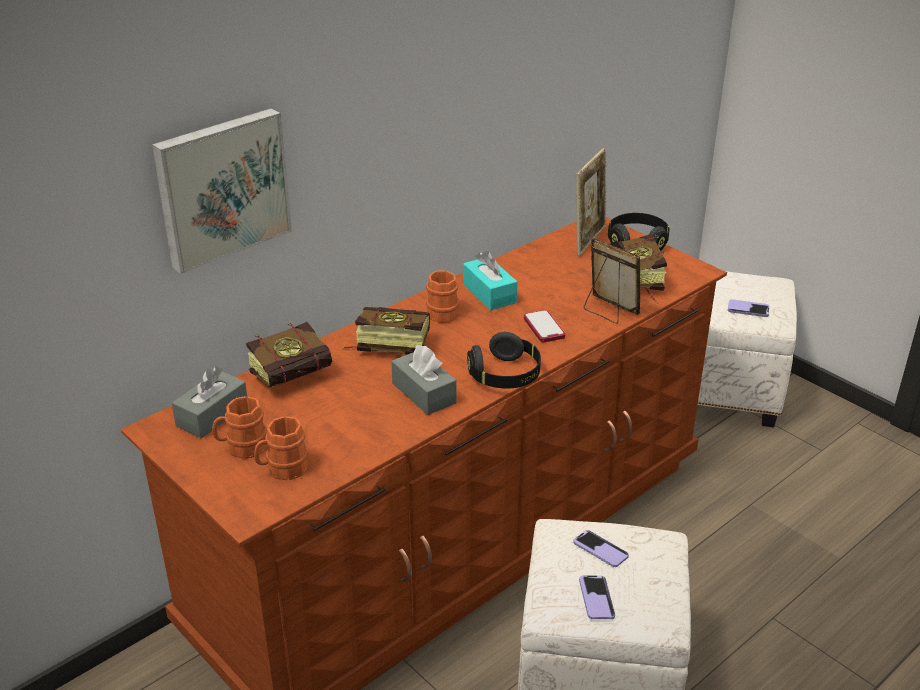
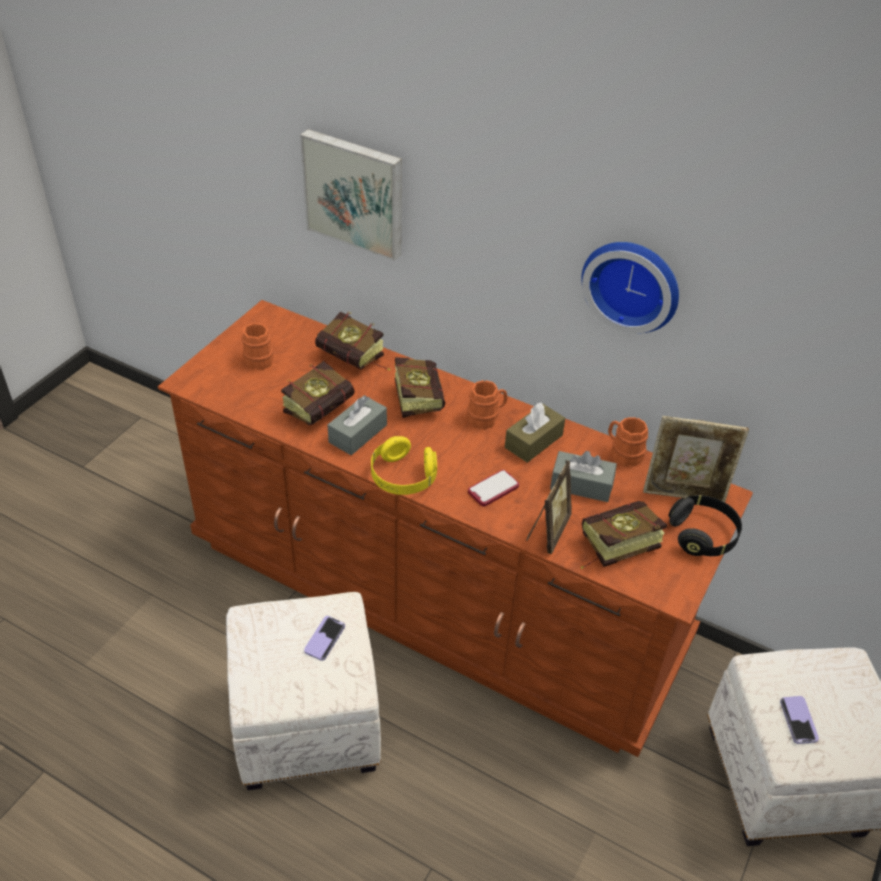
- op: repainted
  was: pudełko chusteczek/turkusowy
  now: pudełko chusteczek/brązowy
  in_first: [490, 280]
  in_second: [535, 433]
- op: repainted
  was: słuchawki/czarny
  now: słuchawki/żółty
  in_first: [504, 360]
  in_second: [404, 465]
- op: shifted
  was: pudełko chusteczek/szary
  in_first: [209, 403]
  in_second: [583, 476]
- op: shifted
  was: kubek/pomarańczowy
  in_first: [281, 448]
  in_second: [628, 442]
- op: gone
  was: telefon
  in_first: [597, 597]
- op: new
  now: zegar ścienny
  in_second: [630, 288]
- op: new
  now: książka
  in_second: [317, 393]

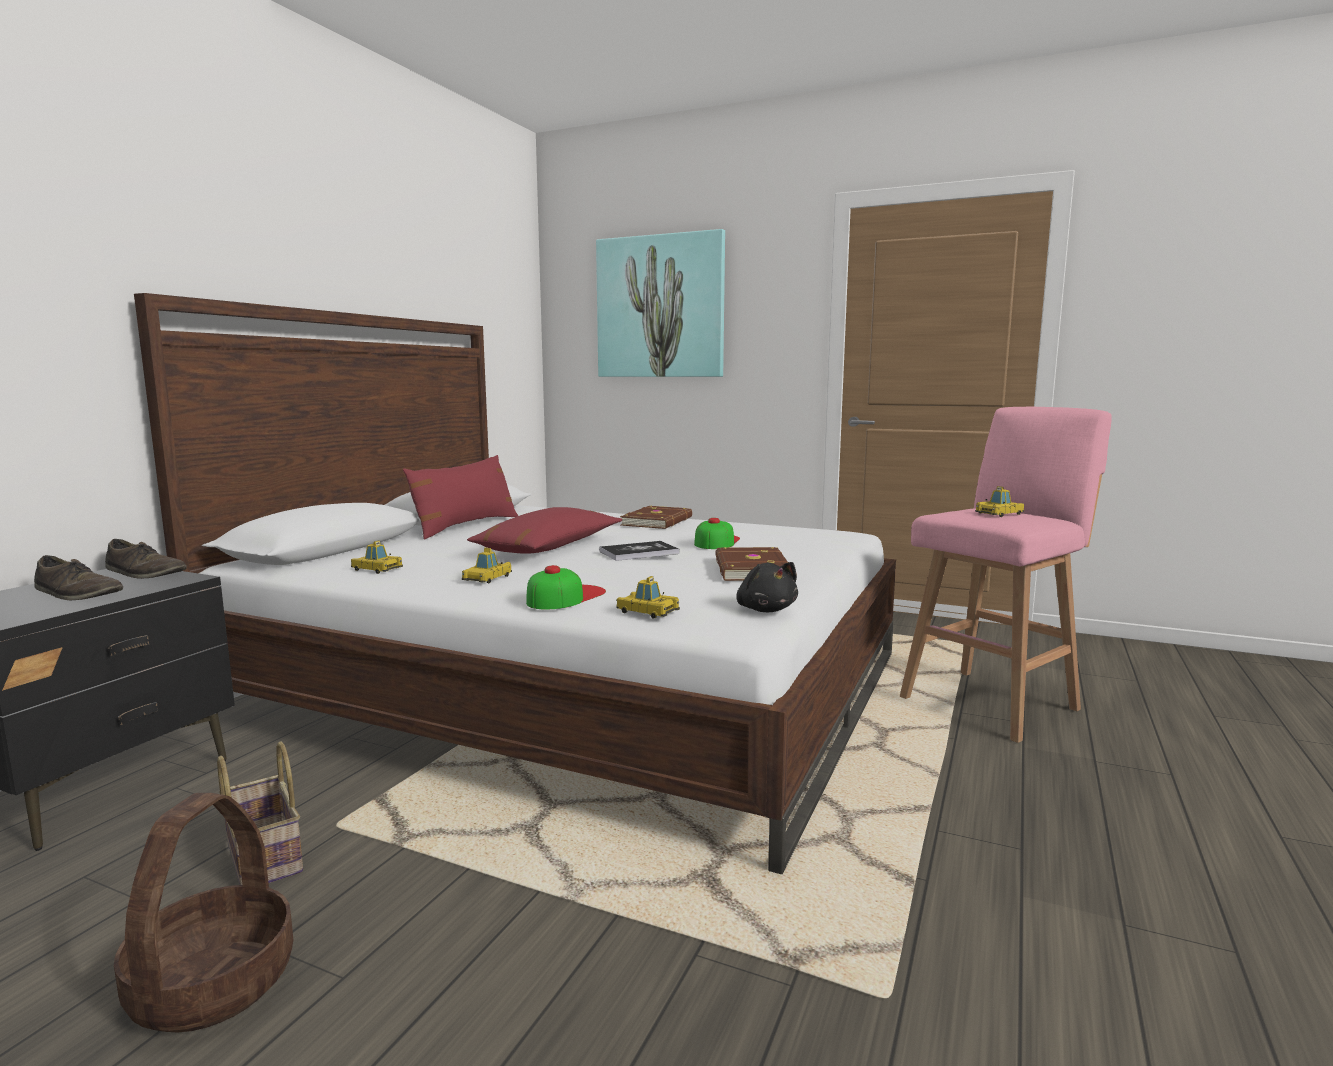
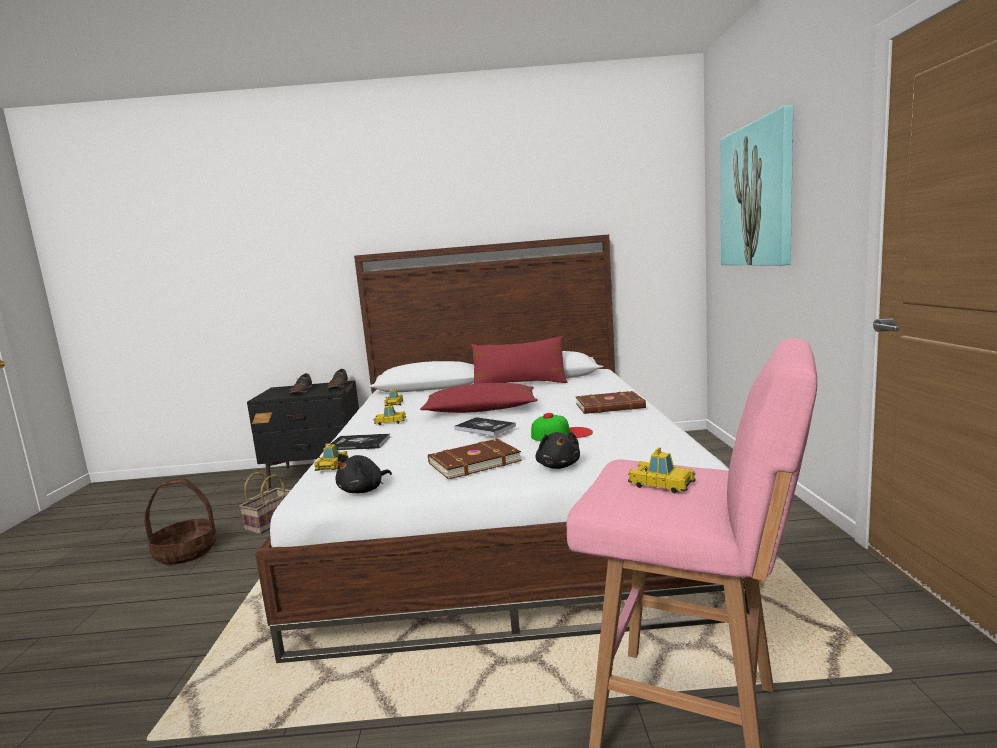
- op: swapped
  was: czapka z daszkiem
  now: książka
  in_first: [566, 587]
  in_second: [360, 442]
- op: new
  now: pluszak/czarny
  in_second: [557, 450]

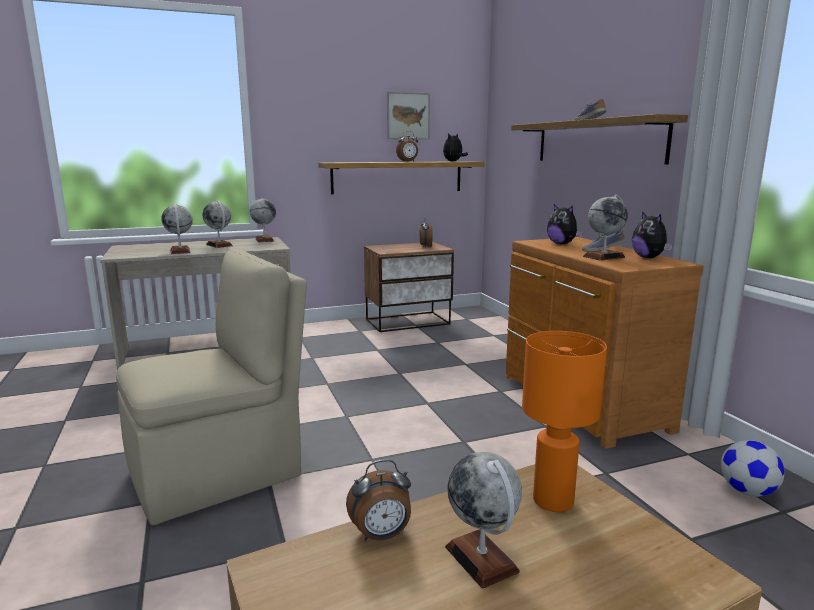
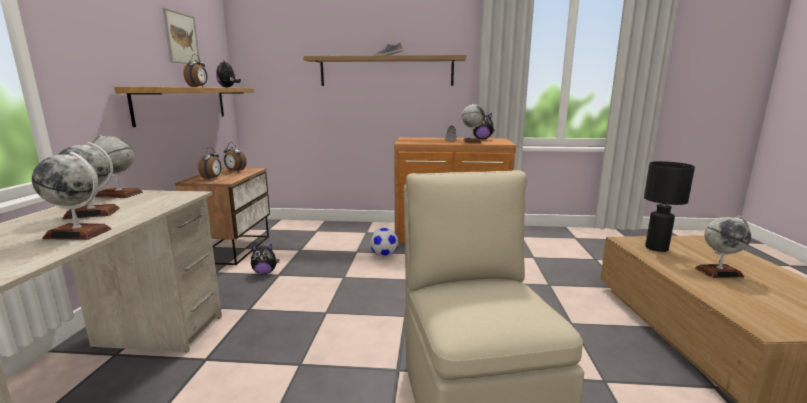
- op: shifted
  was: pluszak
  in_first: [565, 224]
  in_second: [265, 259]
- op: repainted
  was: lampa stołowa/pomarańczowy
  now: lampa stołowa/czarny
  in_first: [564, 421]
  in_second: [669, 206]
- op: shifted
  was: piłka futbolowa
  in_first: [752, 468]
  in_second: [384, 242]
- op: shifted
  was: budzik
  in_first: [378, 500]
  in_second: [210, 163]

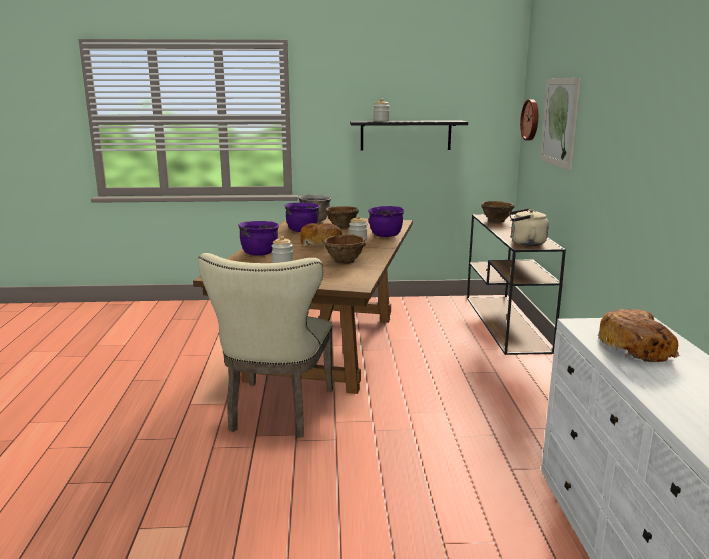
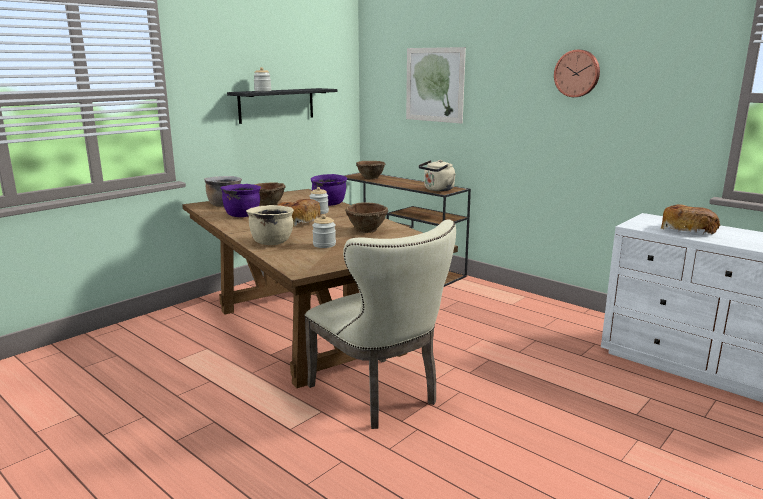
- op: shifted
  was: zegar ścienny
  in_first: [529, 119]
  in_second: [577, 73]
- op: repainted
  was: garnek/fioletowy
  now: garnek/beżowy
  in_first: [258, 238]
  in_second: [270, 225]

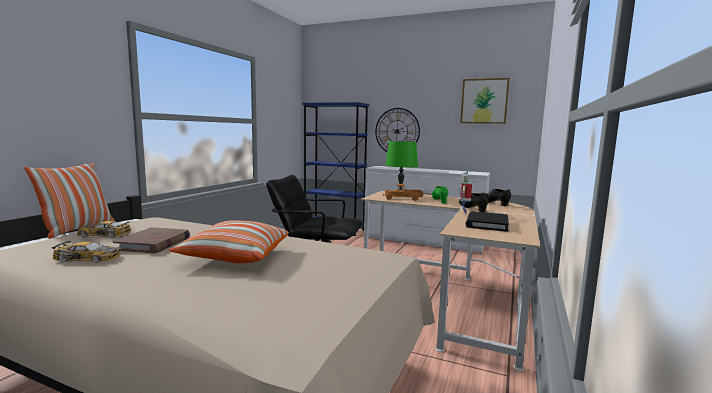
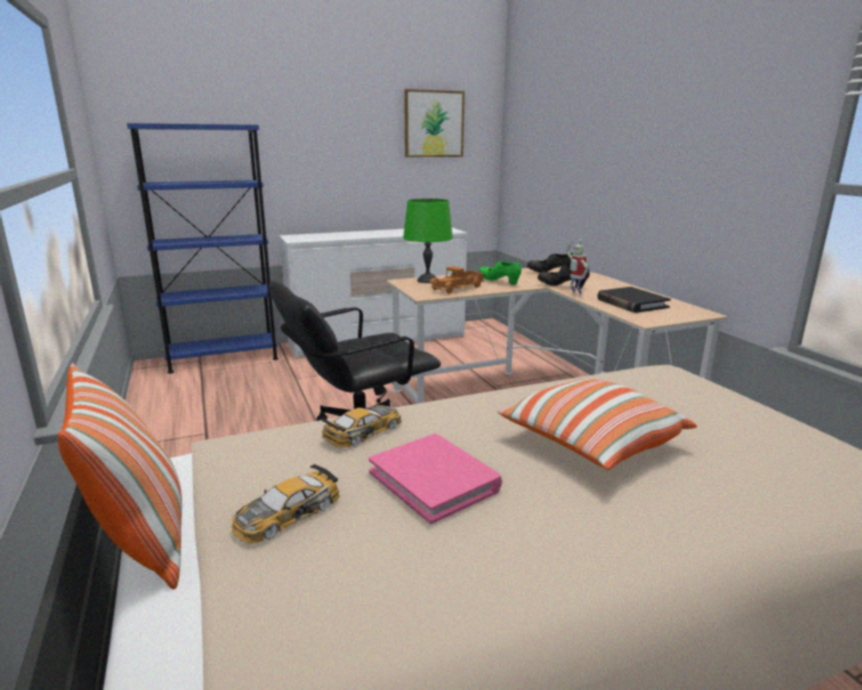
- op: gone
  was: zegar ścienny
  in_first: [397, 130]
- op: repainted
  was: książka/brązowy
  now: książka/różowy
  in_first: [151, 240]
  in_second: [435, 479]
- op: shifted
  was: samochodzik
  in_first: [86, 252]
  in_second: [362, 426]

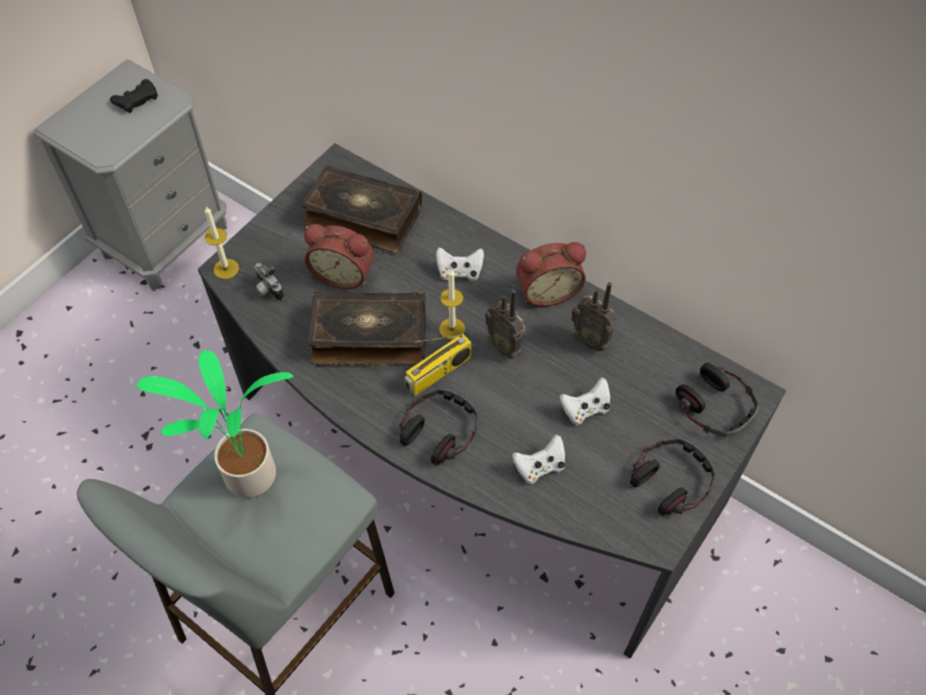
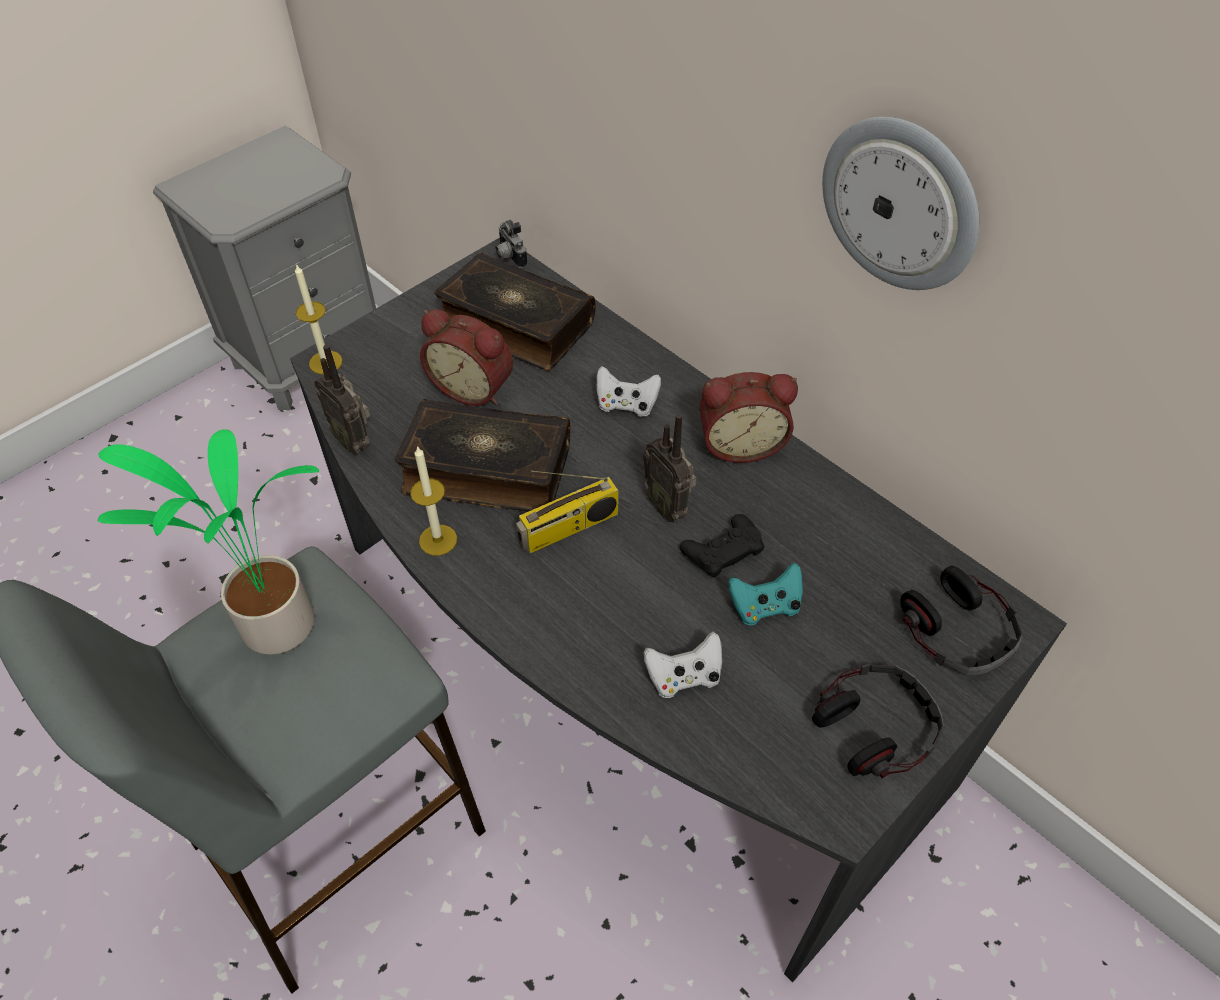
- op: shifted
  was: pad do gier/czarny
  in_first: [134, 96]
  in_second: [722, 546]
- op: shifted
  was: aparat fotograficzny
  in_first: [269, 282]
  in_second: [511, 244]
- op: shifted
  was: świeca
  in_first: [452, 304]
  in_second: [433, 500]
- op: shifted
  was: radio
  in_first: [593, 316]
  in_second: [342, 399]
- op: repainted
  was: pad do gier/biały
  now: pad do gier/turkusowy
  in_first: [584, 401]
  in_second: [765, 594]
- op: gone
  was: słuchawki
  in_first: [438, 427]
- op: new
  now: zegar ścienny
  in_second: [900, 203]

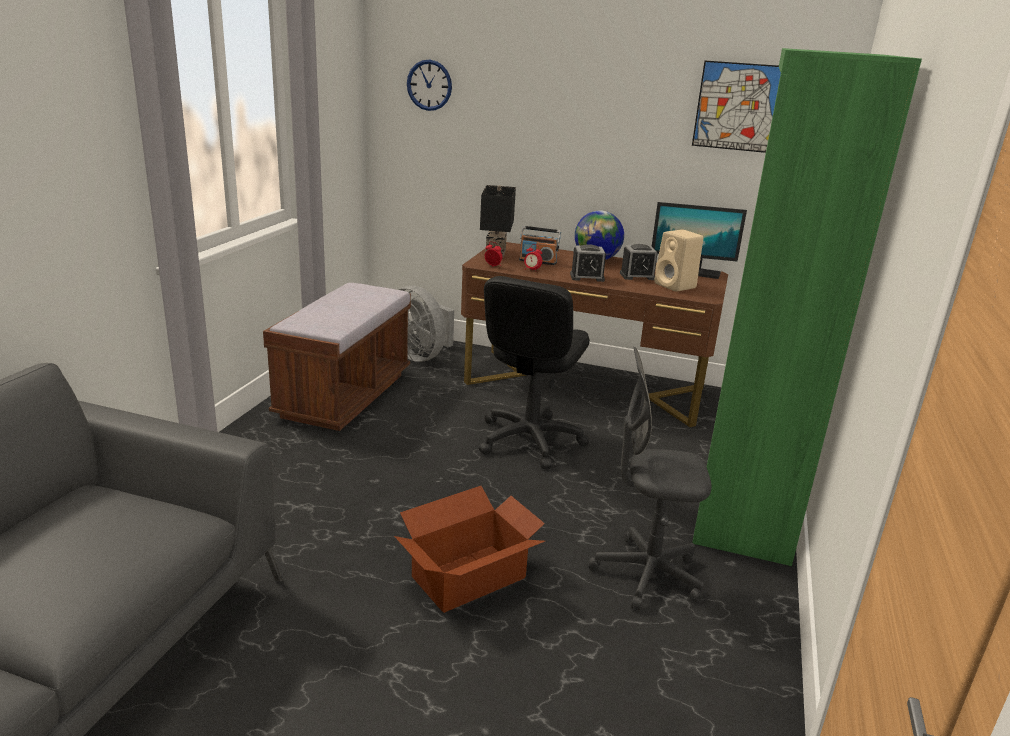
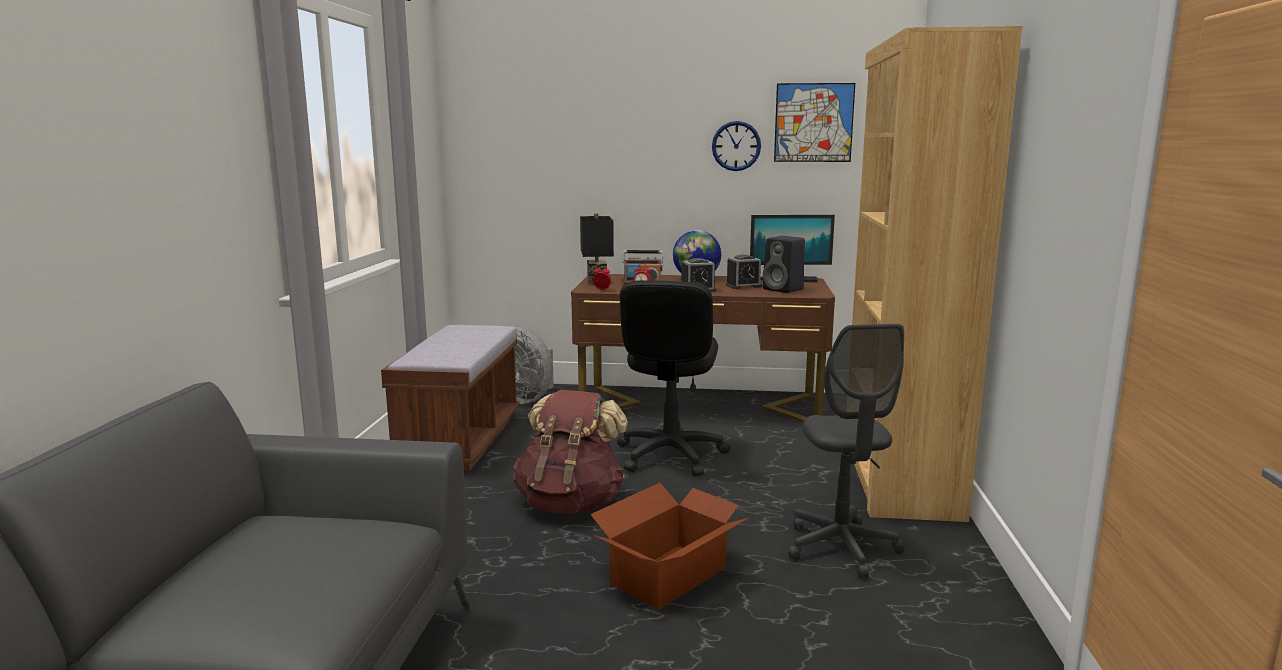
- op: repainted
  was: regał/zielony
  now: regał/brązowy
  in_first: [807, 307]
  in_second: [937, 274]
- op: shifted
  was: zegar ścienny
  in_first: [429, 85]
  in_second: [736, 146]
- op: repainted
  was: głośnik/beżowy
  now: głośnik/czarny
  in_first: [679, 261]
  in_second: [784, 264]
- op: rotated
  was: krzesło biurowe/szary
  in_first: [650, 479]
  in_second: [846, 451]
  clockwise: -90
- op: new
  now: plecak/brązowy
  in_second: [570, 452]

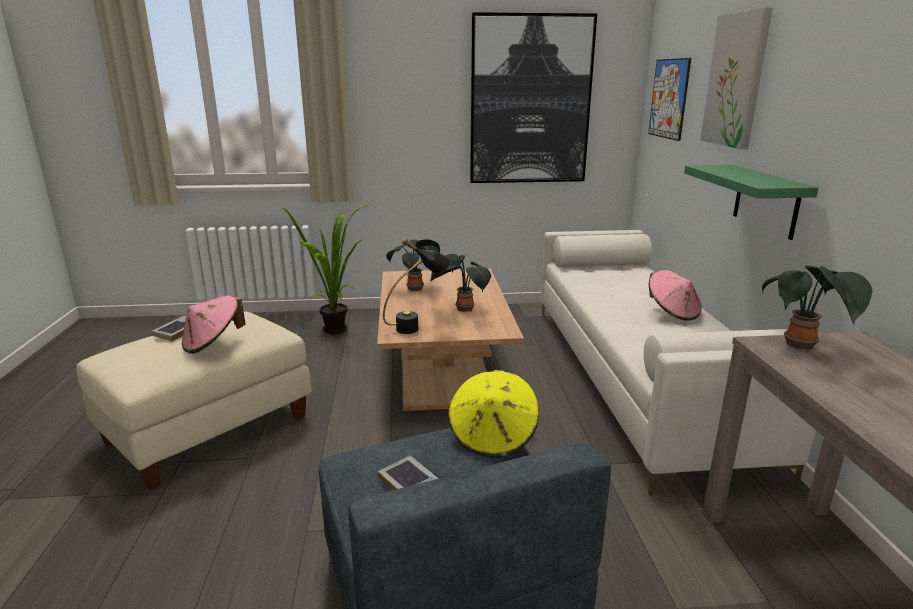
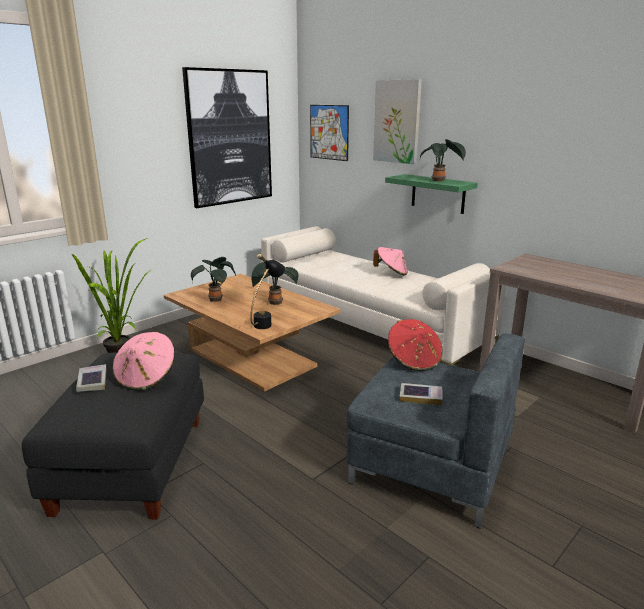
- op: shifted
  was: roślina doniczkowa
  in_first: [817, 307]
  in_second: [443, 160]
- op: repainted
  was: pufa/beżowy
  now: pufa/czarny
  in_first: [194, 400]
  in_second: [113, 436]
- op: repainted
  was: kapelusz/żółty
  now: kapelusz/czerwony
  in_first: [493, 414]
  in_second: [415, 345]

